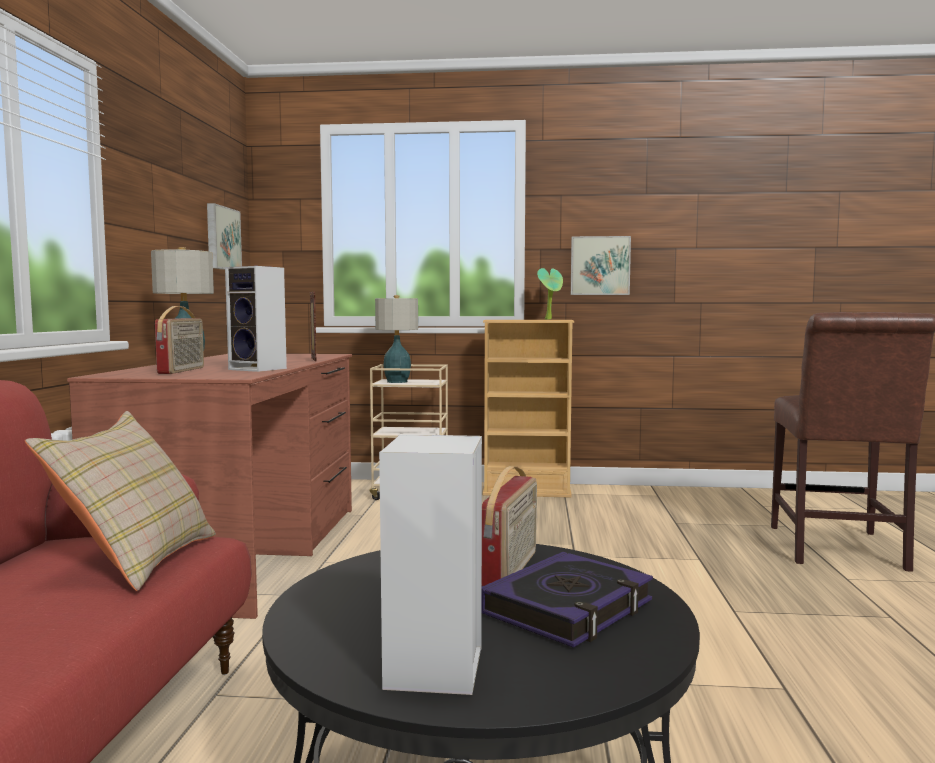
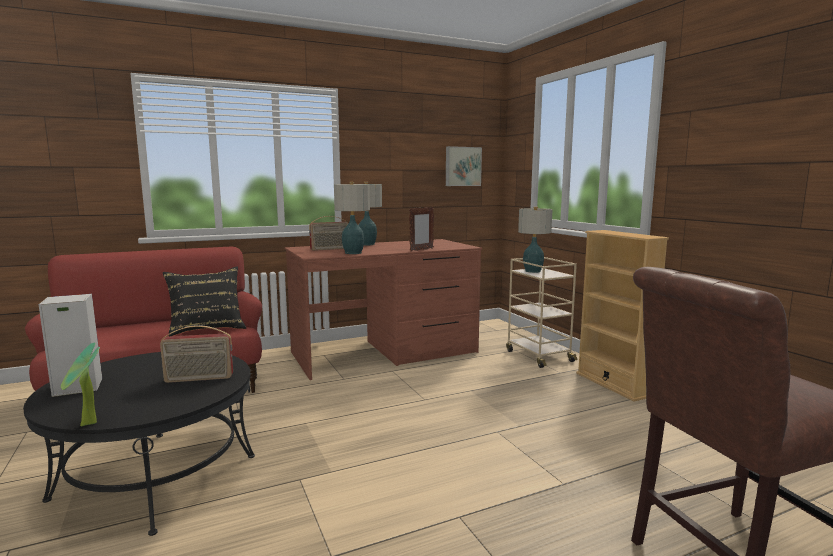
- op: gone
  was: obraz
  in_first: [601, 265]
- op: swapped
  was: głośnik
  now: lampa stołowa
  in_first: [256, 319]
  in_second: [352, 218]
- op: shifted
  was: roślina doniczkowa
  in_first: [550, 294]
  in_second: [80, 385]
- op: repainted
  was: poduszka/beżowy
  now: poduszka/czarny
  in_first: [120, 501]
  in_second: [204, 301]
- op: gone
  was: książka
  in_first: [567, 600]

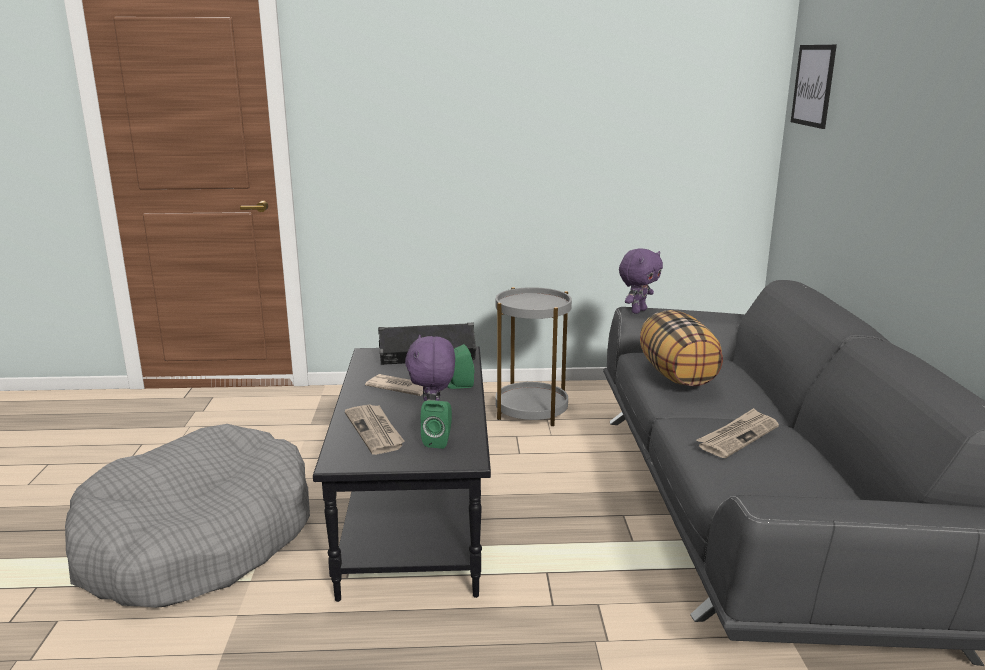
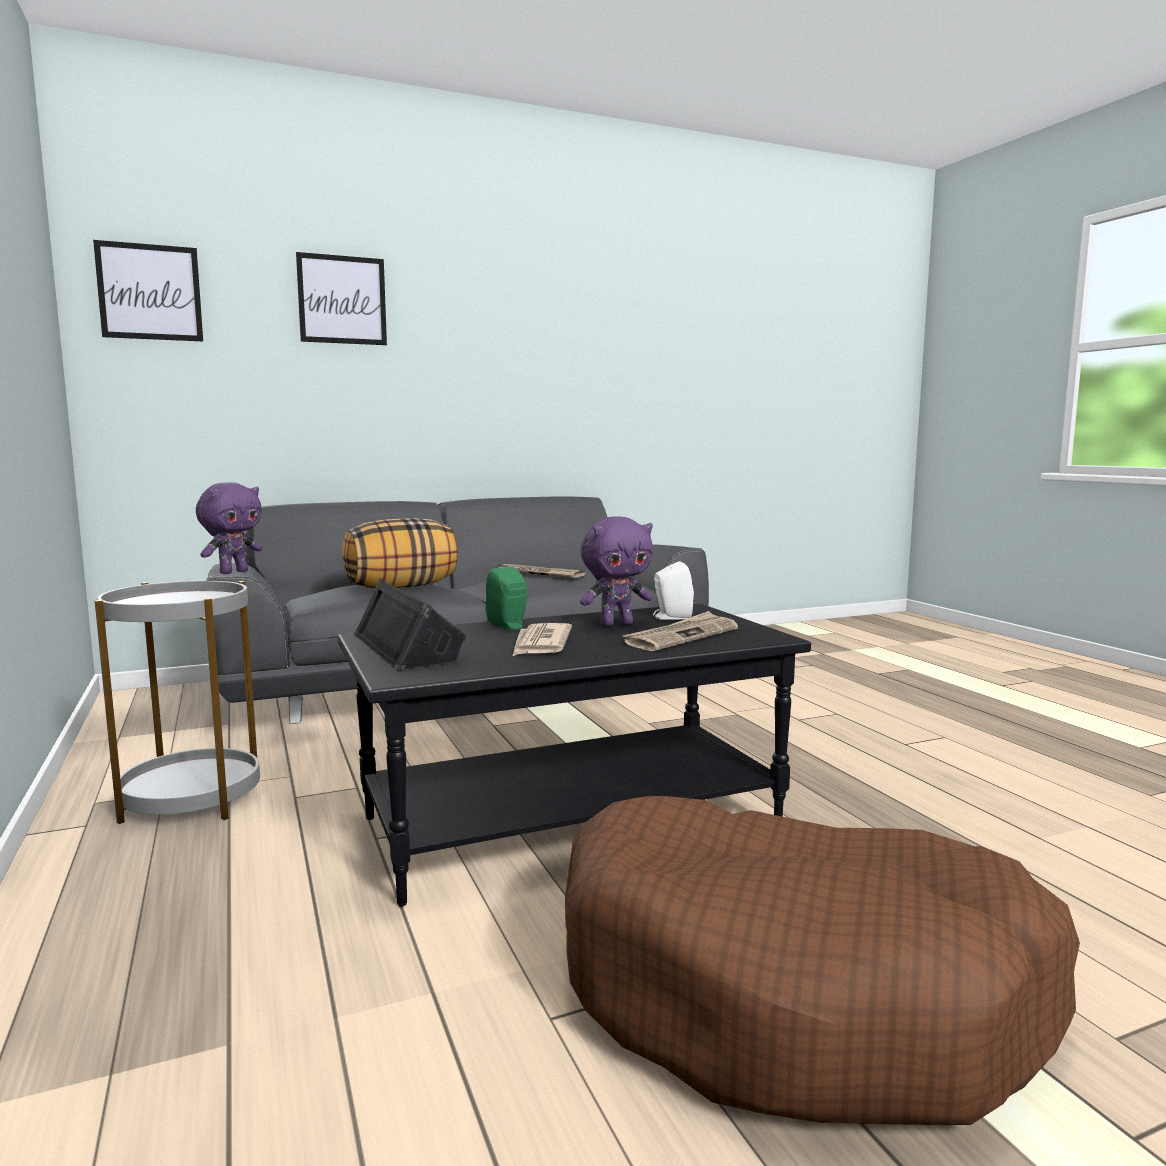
- op: rotated
  was: pluszak/fioletowy
  in_first: [641, 281]
  in_second: [229, 528]
  clockwise: 105
- op: repainted
  was: głośnik/zielony
  now: głośnik/biały
  in_first: [436, 424]
  in_second: [673, 590]
- op: repainted
  was: legowisko/szary
  now: legowisko/brązowy
  in_first: [187, 516]
  in_second: [822, 960]
- op: new
  now: obraz
  in_second: [341, 298]

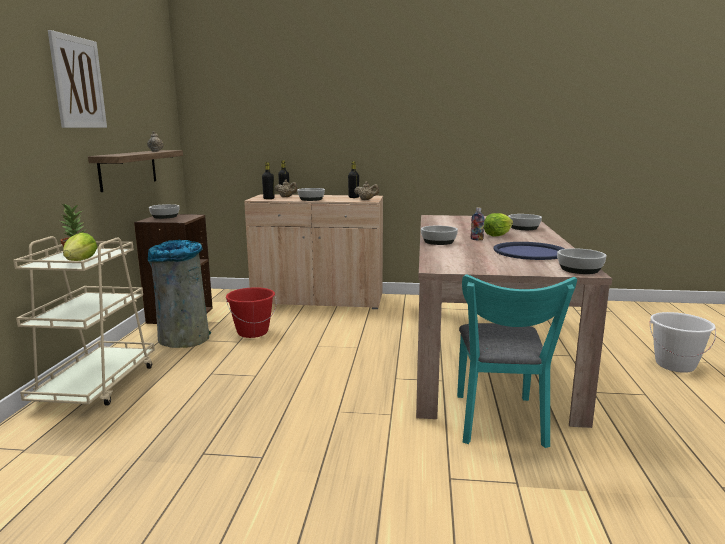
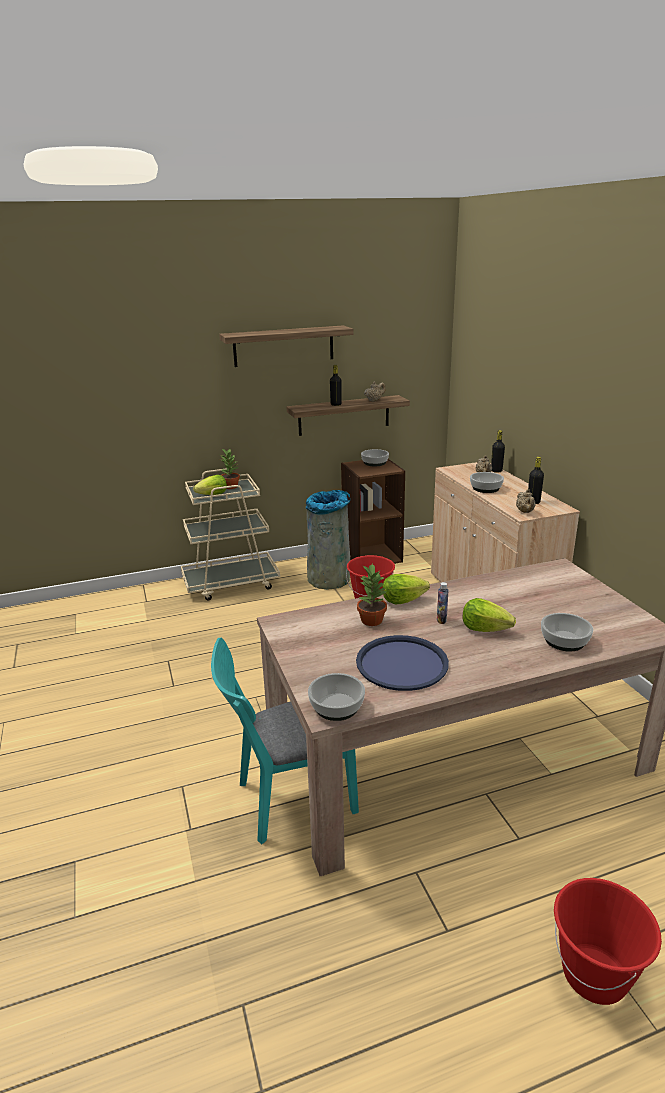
- op: swapped
  was: obraz
  now: półka
  in_first: [77, 79]
  in_second: [286, 346]
- op: shifted
  was: butelka/czarny
  in_first: [268, 180]
  in_second: [336, 385]
- op: swapped
  was: miska
  now: sałata
  in_first: [439, 235]
  in_second: [406, 589]
- op: repainted
  was: wiadro/biały
  now: wiadro/czerwony
  in_first: [683, 342]
  in_second: [608, 941]
- op: new
  now: roślina doniczkowa
  in_second: [372, 594]

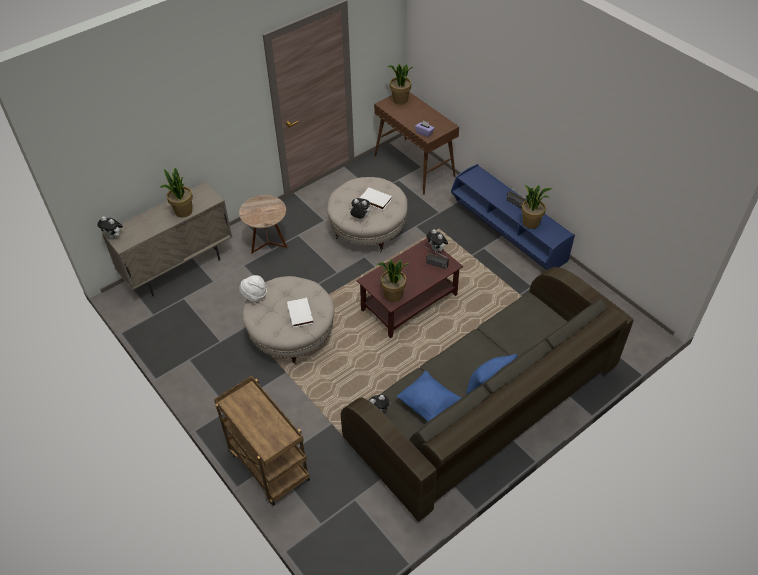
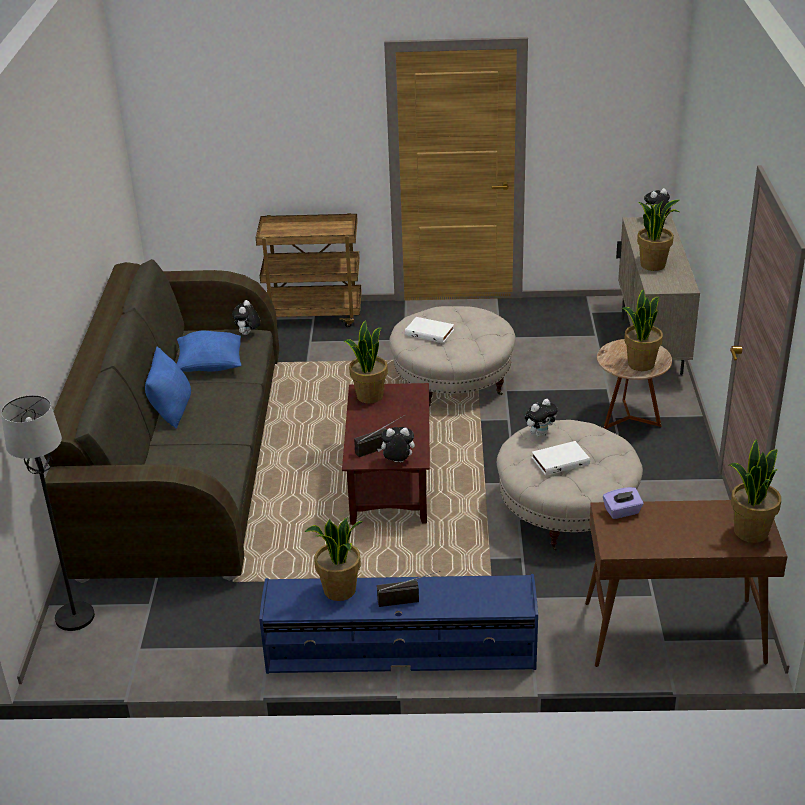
- op: gone
  was: kapelusz/biały
  in_first: [253, 289]
- op: new
  now: roślina doniczkowa
  in_second: [642, 330]
- op: new
  now: lampa stojąca/czarny
  in_second: [48, 513]

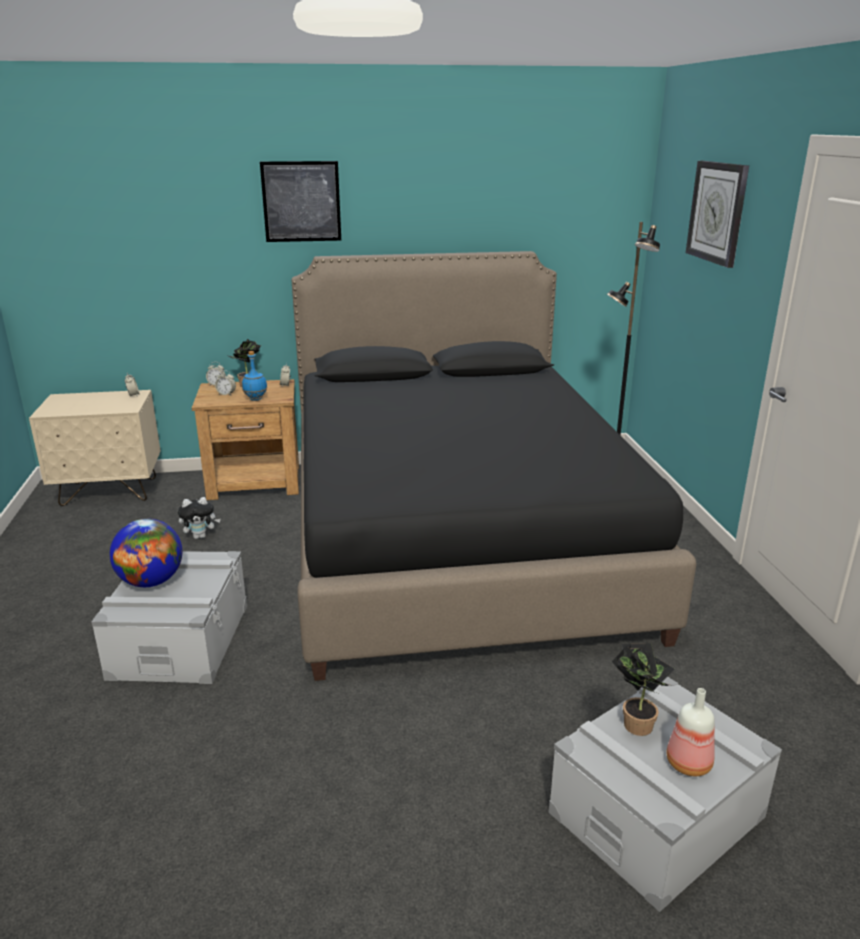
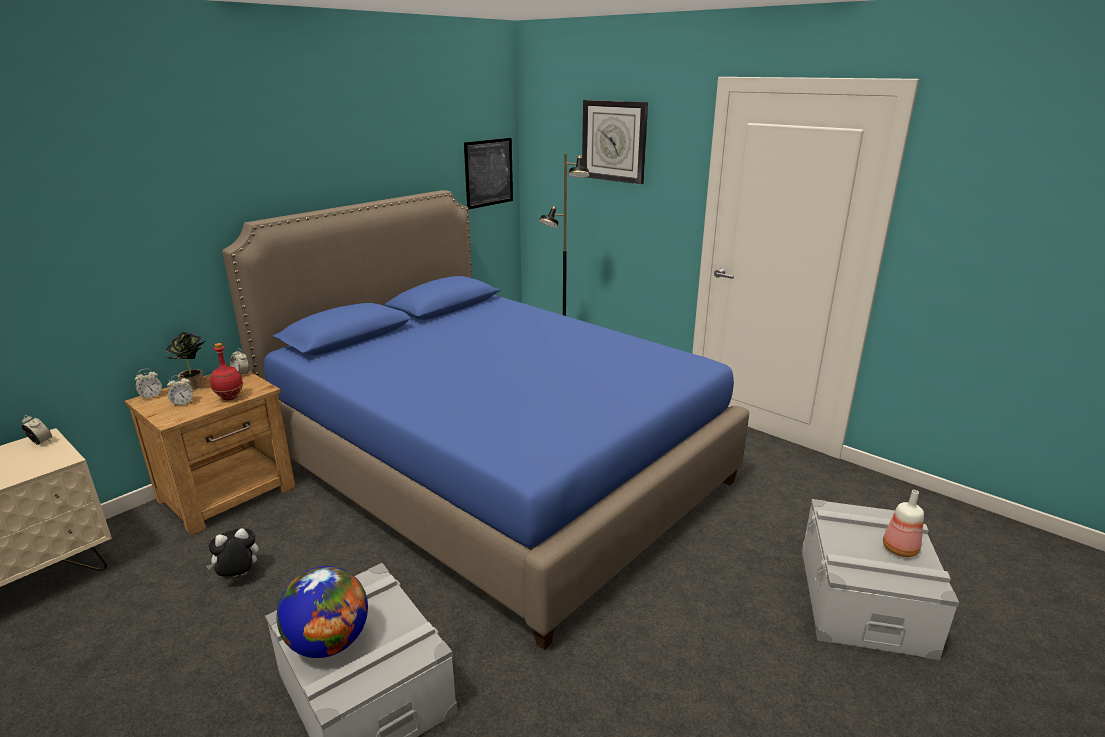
- op: shifted
  was: obraz
  in_first: [300, 201]
  in_second: [488, 173]
- op: repainted
  was: łóżko/czarny
  now: łóżko/niebieski
  in_first: [494, 466]
  in_second: [485, 420]
- op: repainted
  was: butelka/niebieski
  now: butelka/czerwony
  in_first: [254, 376]
  in_second: [226, 371]
- op: rotated
  was: pluszak
  in_first: [199, 518]
  in_second: [232, 552]
  clockwise: -150
- op: gone
  was: roślina doniczkowa
  in_first: [643, 689]

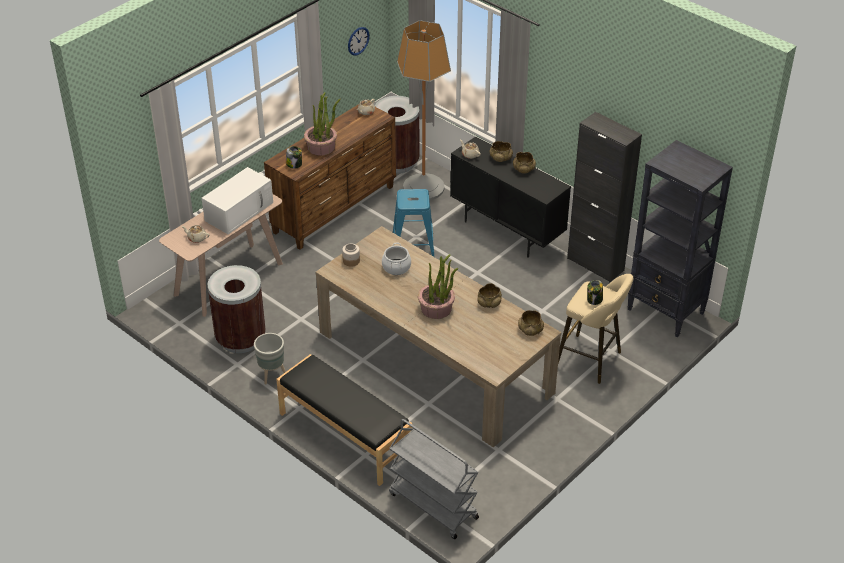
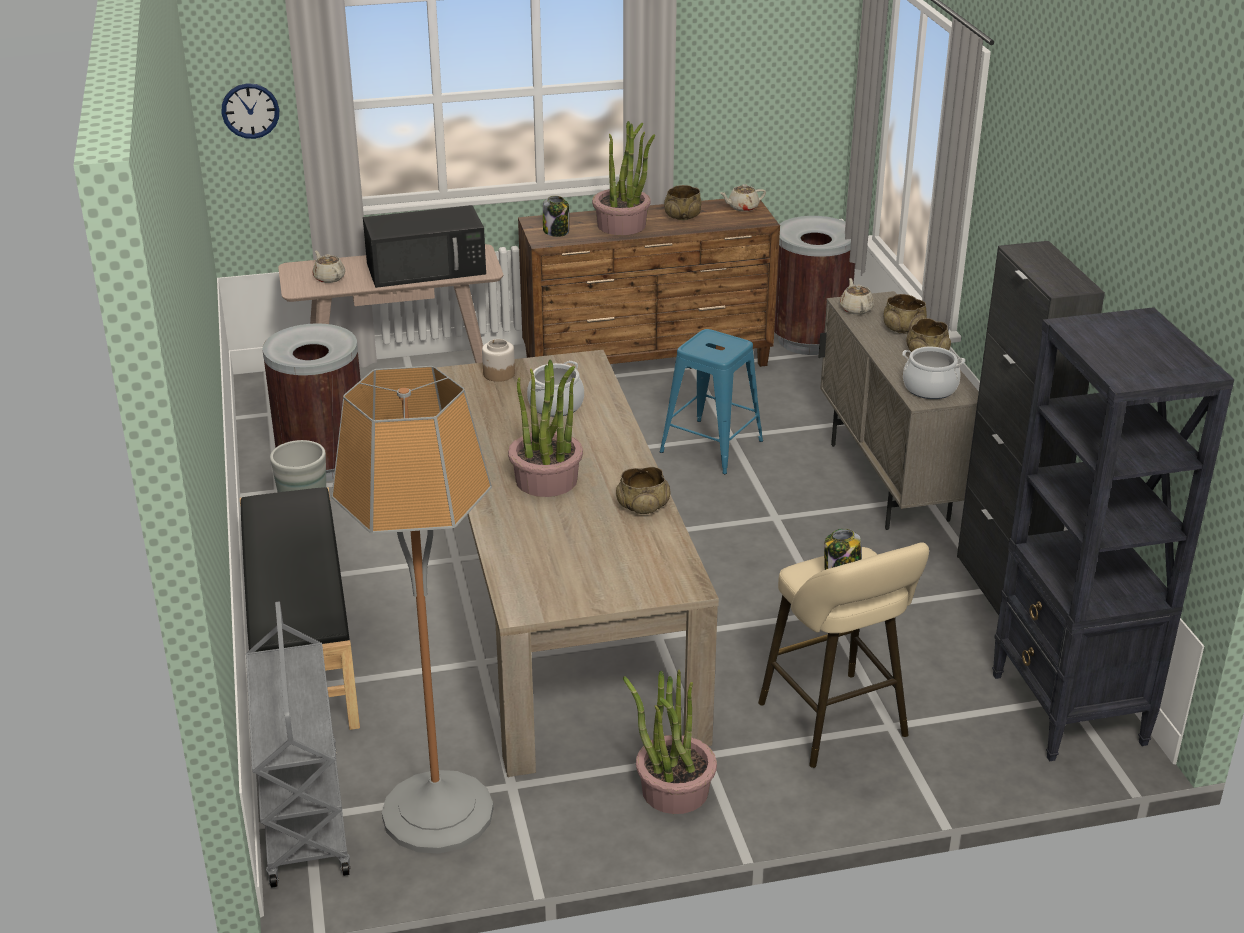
- op: shifted
  was: lampa stojąca
  in_first: [424, 110]
  in_second: [412, 610]
- op: shifted
  was: zegar ścienny
  in_first: [359, 41]
  in_second: [250, 111]
- op: repainted
  was: szafka/czarny
  now: szafka/beżowy
  in_first: [510, 197]
  in_second: [898, 410]
- op: repainted
  was: mikrofalówka/biały
  now: mikrofalówka/czarny
  in_first: [237, 200]
  in_second: [424, 246]
- op: shifted
  was: miska/beżowy
  in_first: [531, 323]
  in_second: [682, 202]
- op: new
  now: garnek
  in_second: [933, 373]
- op: new
  now: roślina doniczkowa
  in_second: [670, 742]

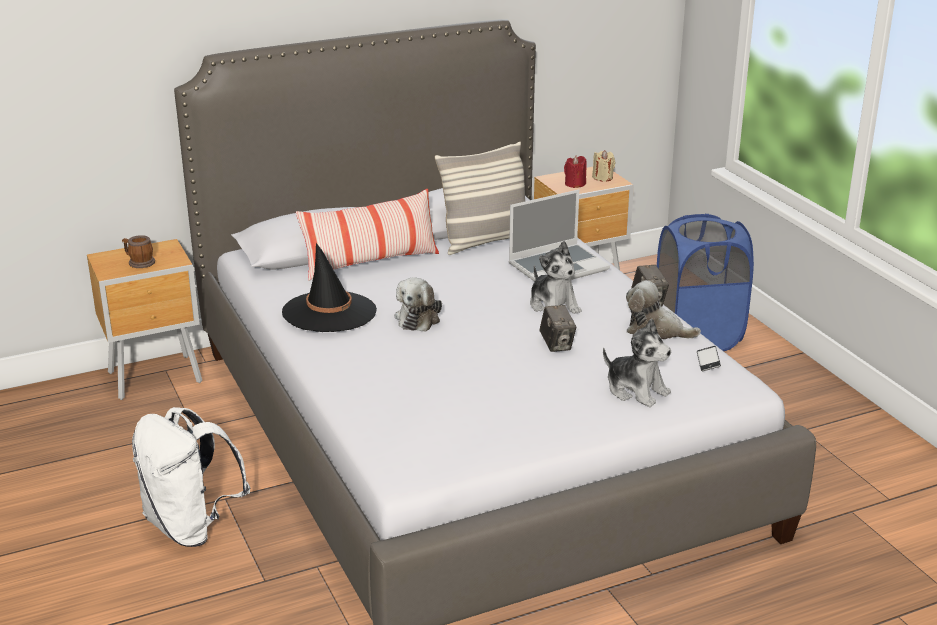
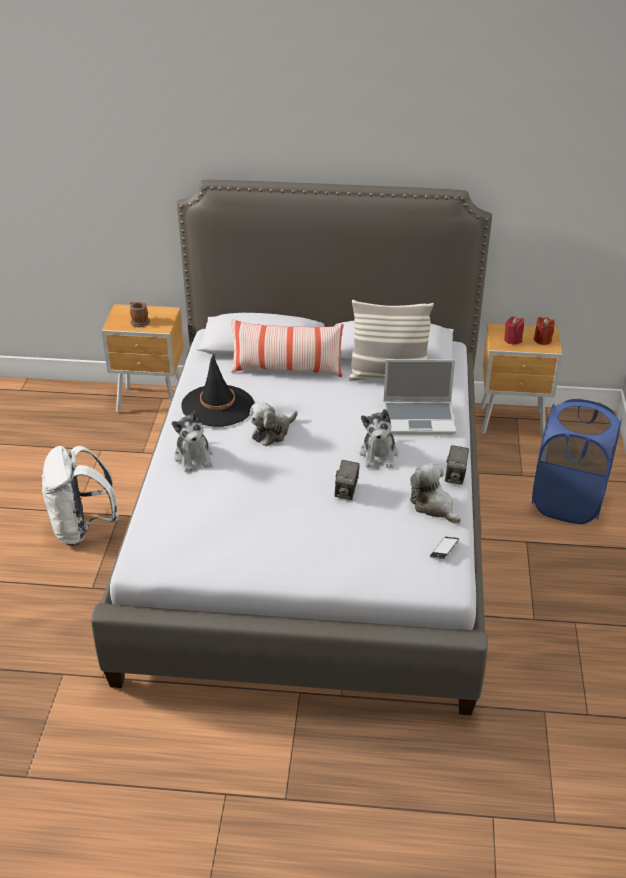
- op: repainted
  was: świeca/beżowy
  now: świeca/czerwony
  in_first: [603, 166]
  in_second: [544, 331]
- op: shifted
  was: pluszak
  in_first: [637, 362]
  in_second: [192, 441]

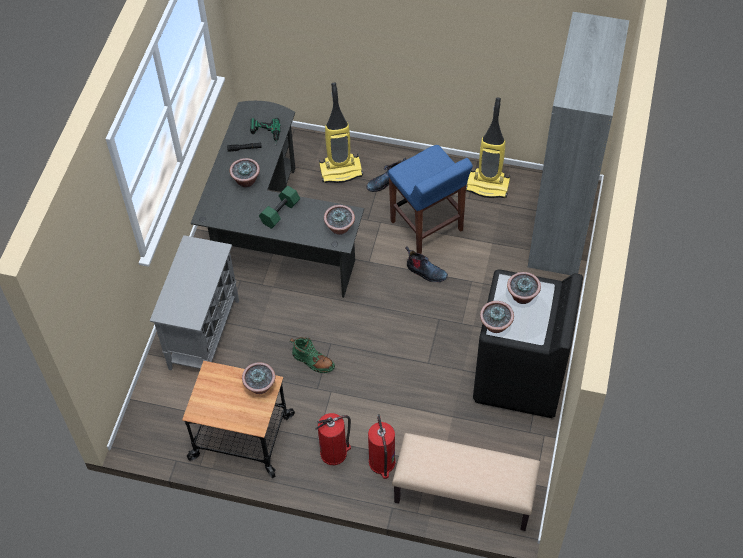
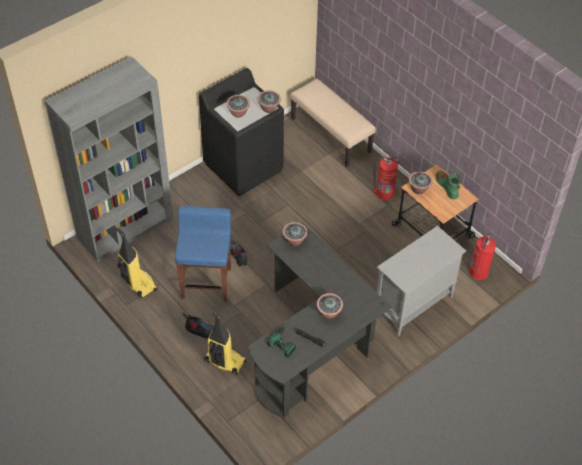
- op: gone
  was: hantel/zielony
  in_first: [279, 207]
- op: shifted
  was: but z cholewką/zielony
  in_first: [312, 355]
  in_second: [448, 184]
- op: shifted
  was: gaśnica
  in_first: [381, 446]
  in_second: [482, 256]

